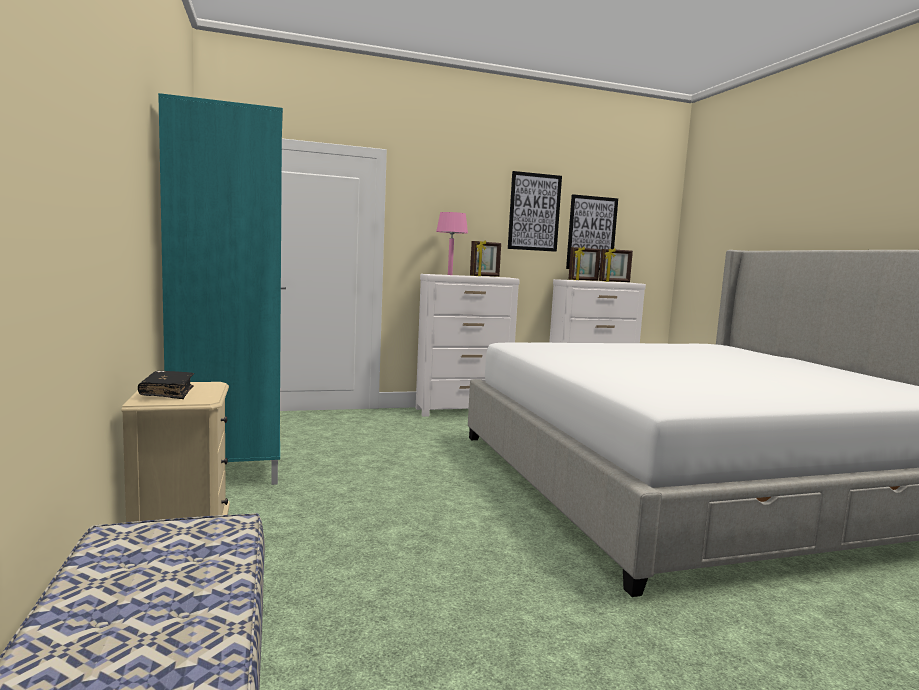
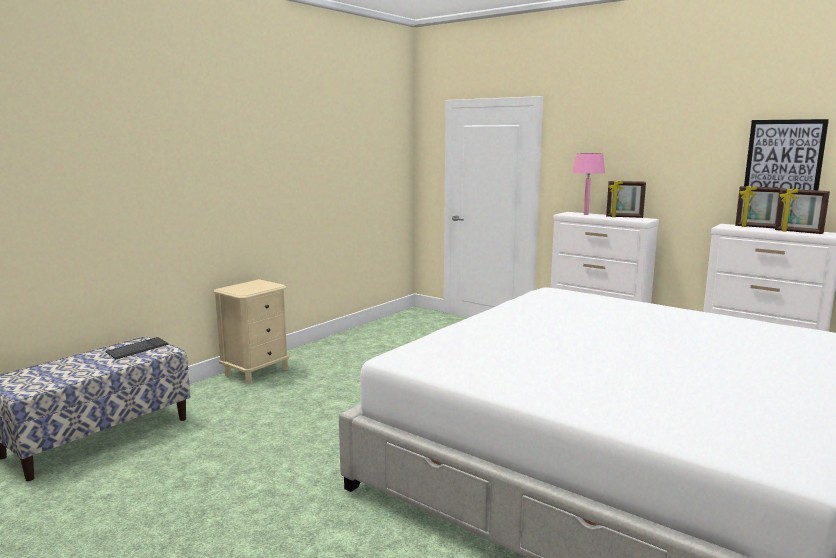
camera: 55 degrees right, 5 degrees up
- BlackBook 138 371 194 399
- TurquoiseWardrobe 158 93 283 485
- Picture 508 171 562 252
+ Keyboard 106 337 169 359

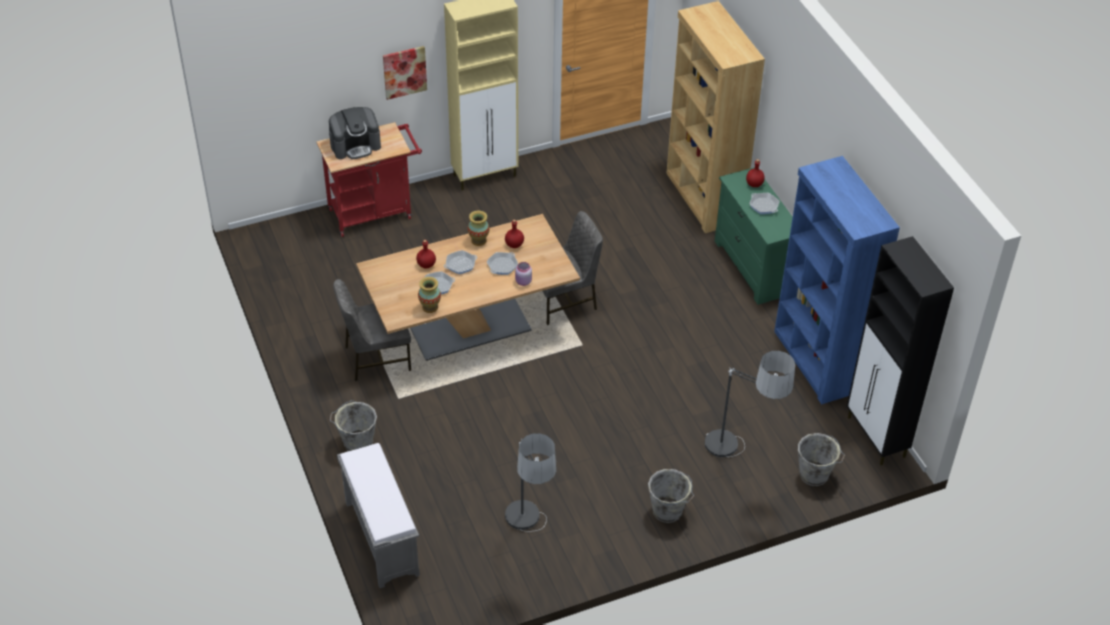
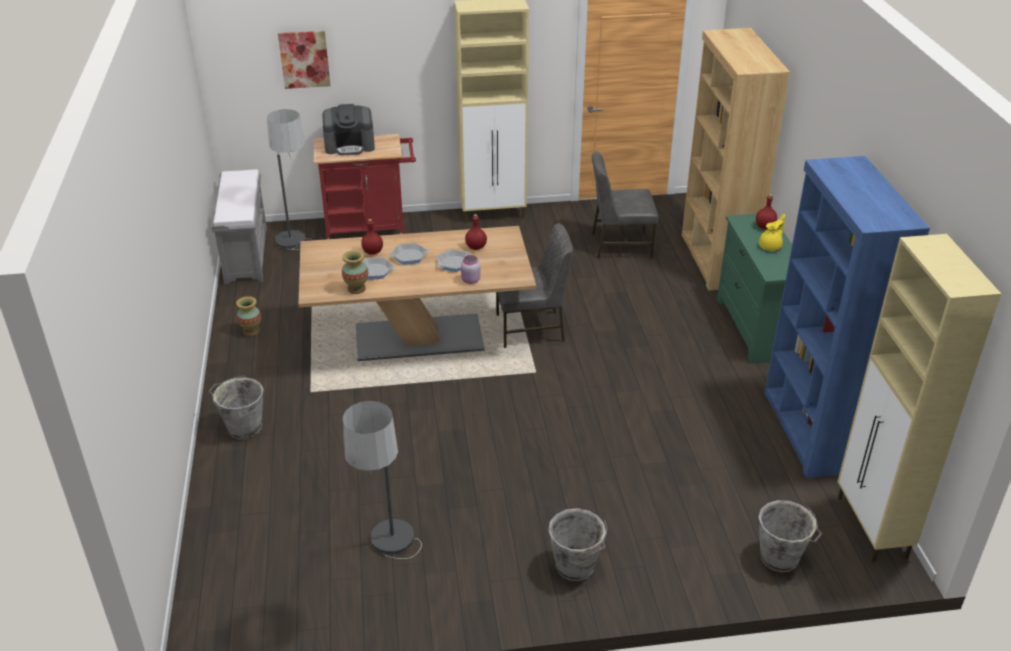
camera: 15 degrees right, 10 degrees down
~ GreyChair 333 279 411 381 to 592 152 659 259
~ GreyBench 337 443 420 588 to 211 169 267 285
~ Picture 383 46 427 100 to 278 31 330 89
~ Vase 468 211 489 246 to 236 296 261 336
~ FloorLamp 705 351 795 457 to 267 109 312 250
~ FryingPan 750 193 780 214 to YellowTeapot 759 214 785 251
~ BlackCabinet 847 236 954 465 to BeigeCabinet 837 234 1001 562

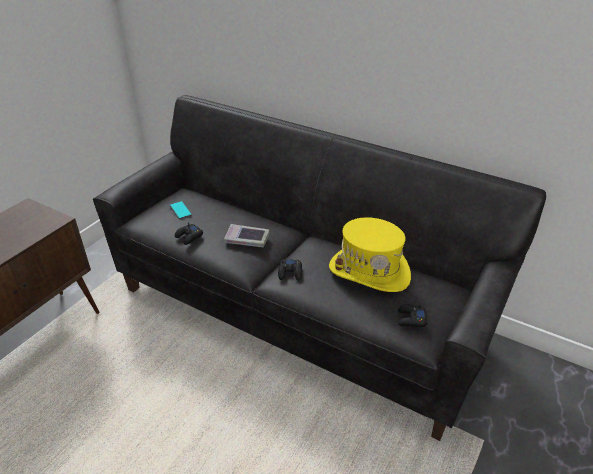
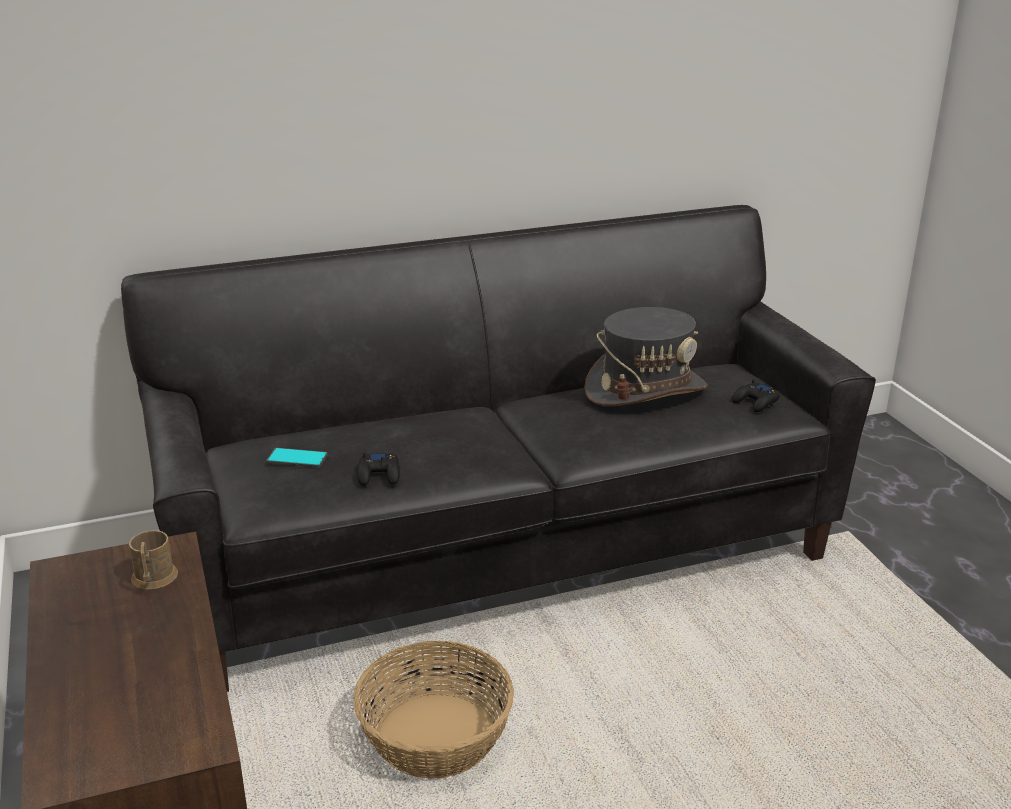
camera: 50 degrees left, 10 degrees down
- Book 224 224 270 247
- BlackGameController 278 259 302 281
~ YellowHat 329 217 411 292 to GreyHat 584 307 707 406
+ BrownMug 129 530 178 589
+ Basket 353 641 514 778

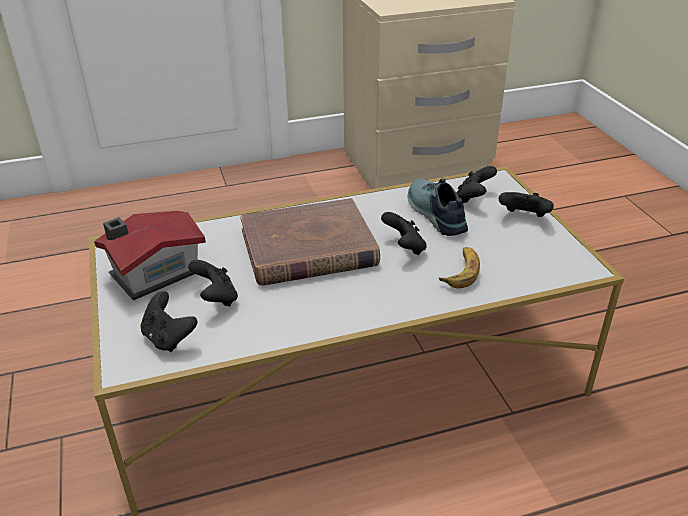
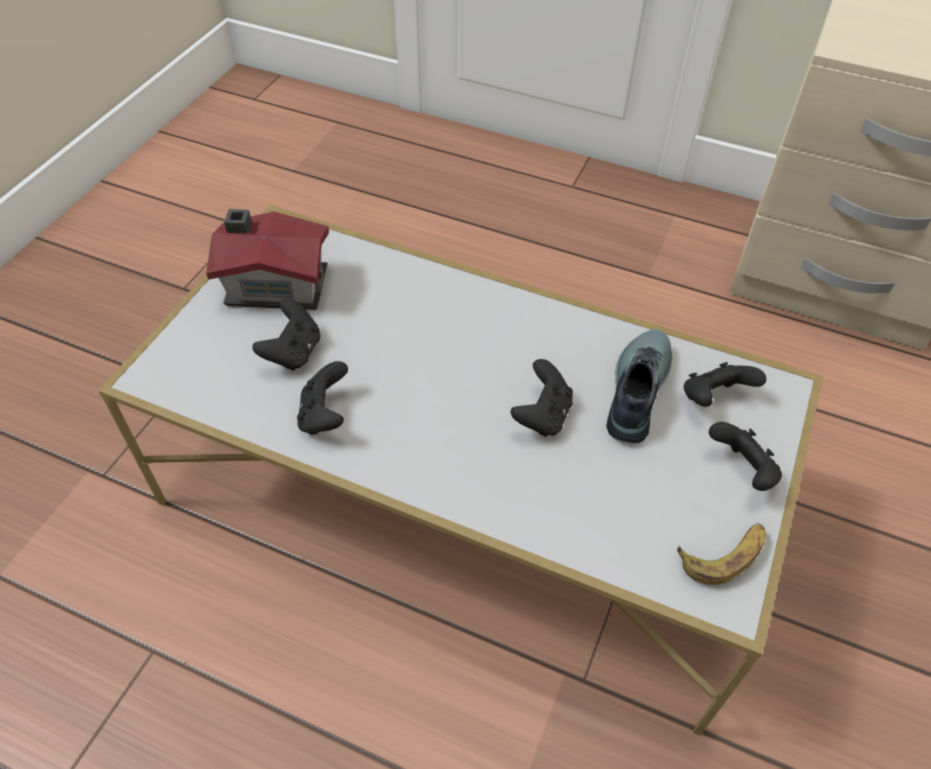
camera: 40 degrees right, 15 degrees up
~ BlackGameController 141 291 197 352 to 297 361 348 435
- BrownBook 240 198 380 286
~ Banana 439 247 480 288 to 677 523 766 585

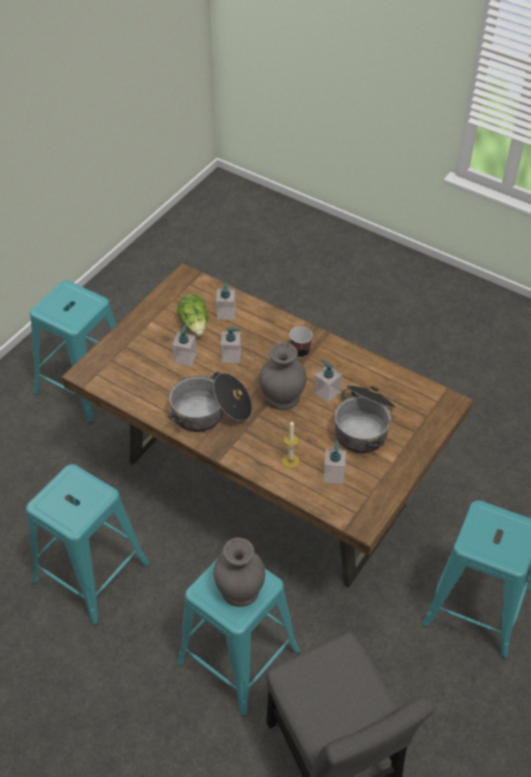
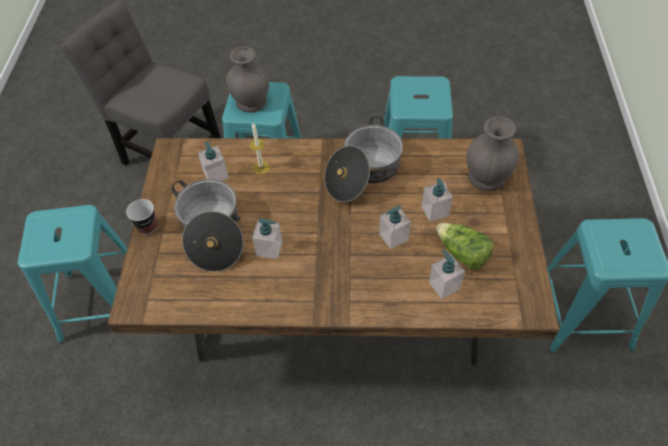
camera: 150 degrees right, 5 degrees up
~ GreyVase 259 343 307 410 to 466 116 519 191
~ Cup 290 326 313 358 to 126 199 157 235

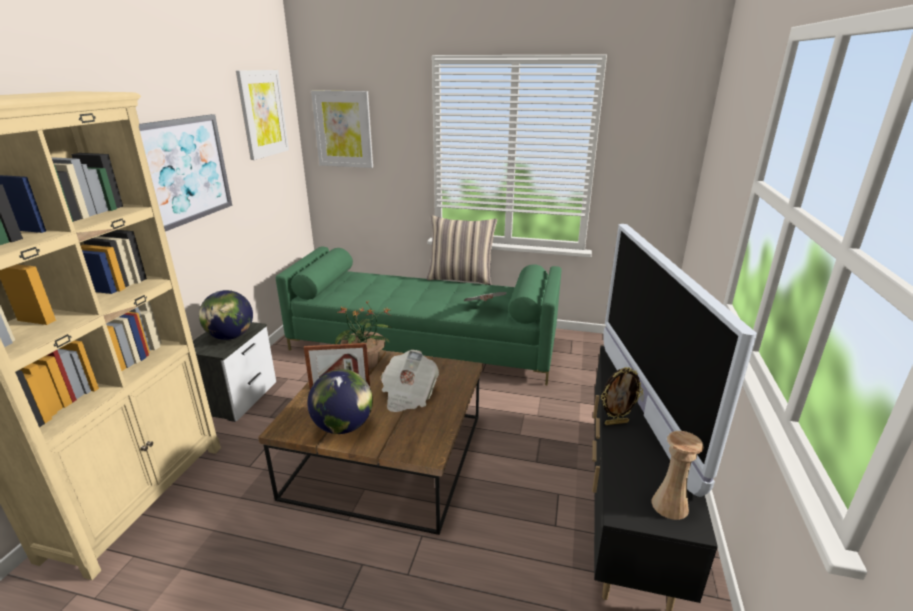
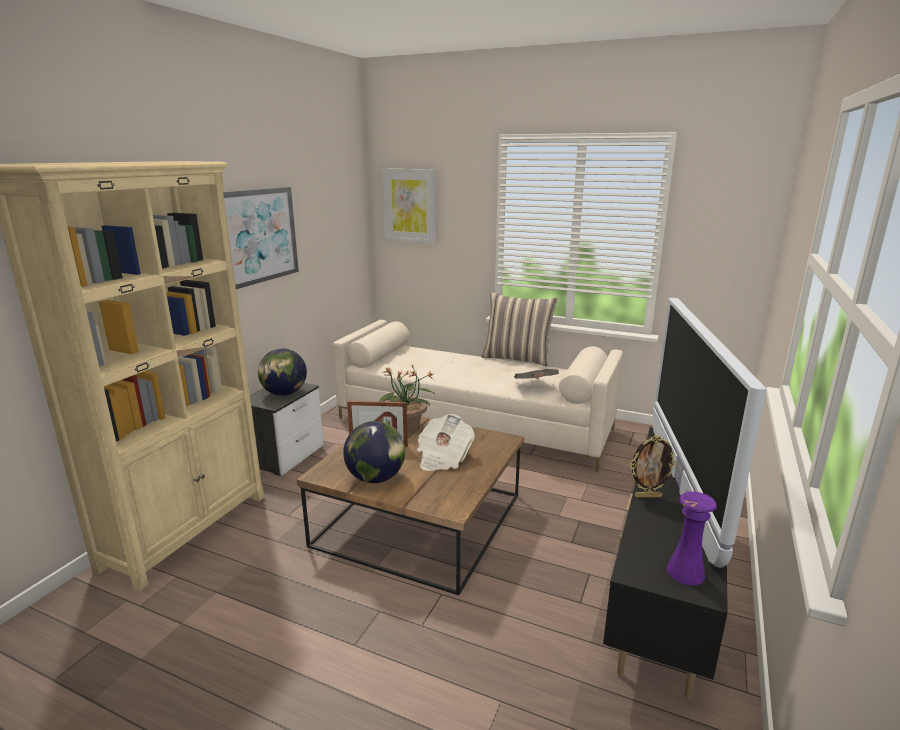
camera: 10 degrees right, 5 degrees down
- Picture 236 70 289 160
~ GreenSofa 276 247 562 385 to BeigeSofa 333 320 623 473
~ BeigeVase 652 431 704 520 to PurpleVase 666 491 717 586

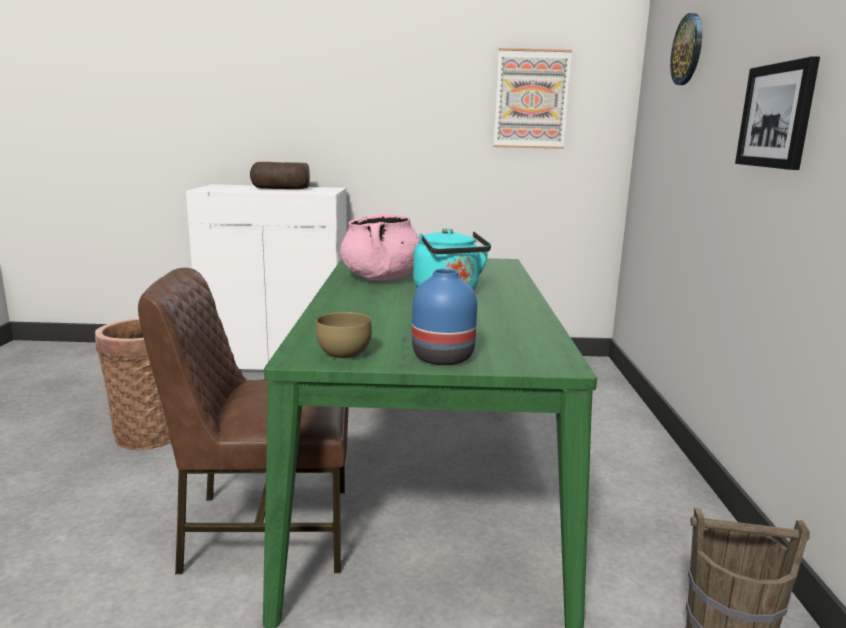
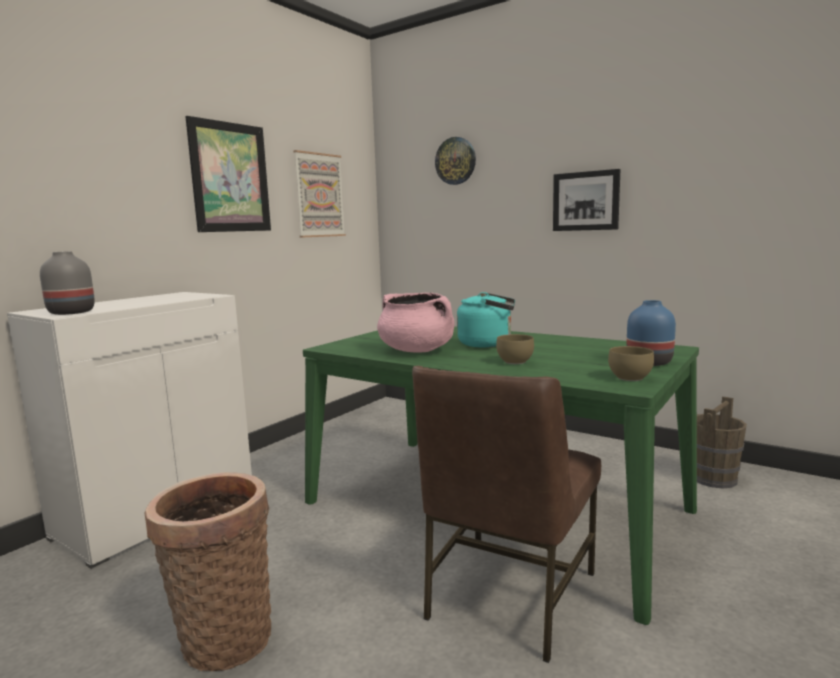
camera: 55 degrees left, 5 degrees down
- Bread 250 162 310 189
+ GreyVase 40 251 95 315
+ Picture 185 116 271 232
+ BrownBowl 496 334 534 364

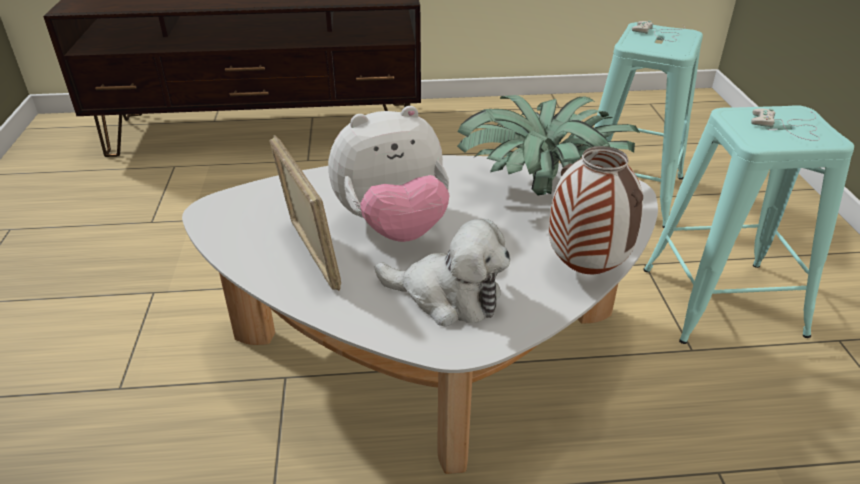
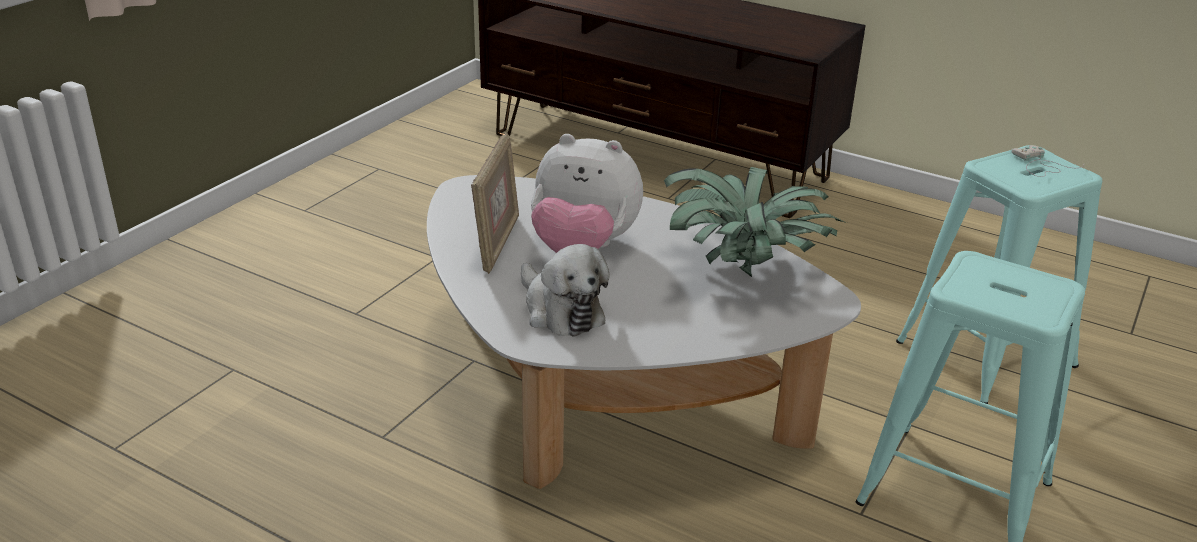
camera: 35 degrees right, 5 degrees down
- Vase 549 146 643 275
- WhiteGameController 751 108 820 141

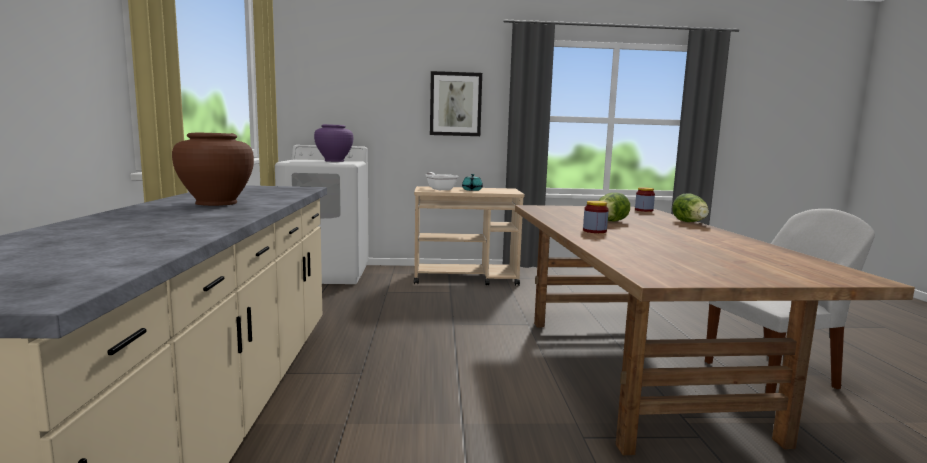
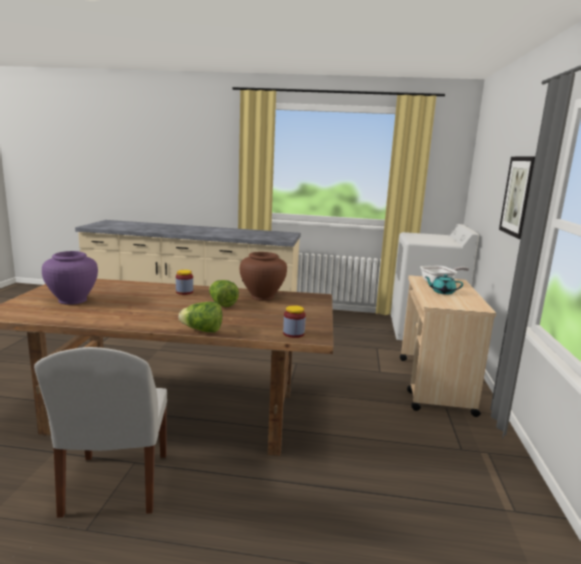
camera: 100 degrees right, 5 degrees up
~ BrownVase 172 133 254 206 to 240 252 287 301
~ PurpleVase 314 124 353 162 to 42 251 98 305

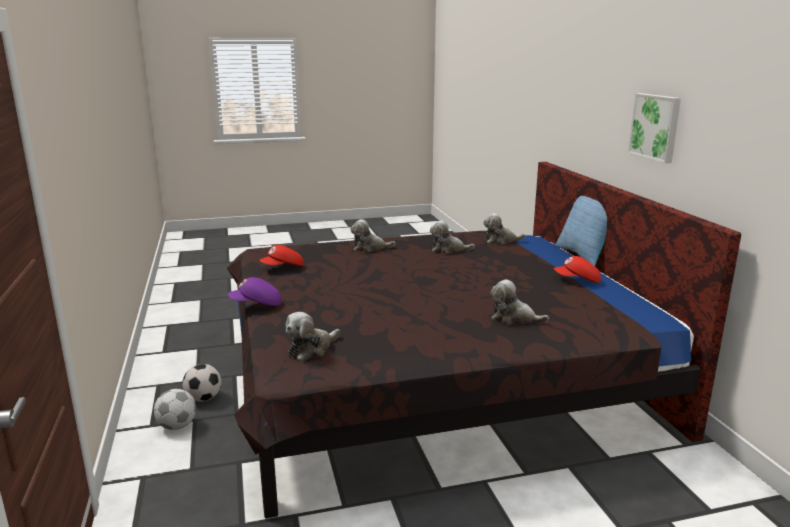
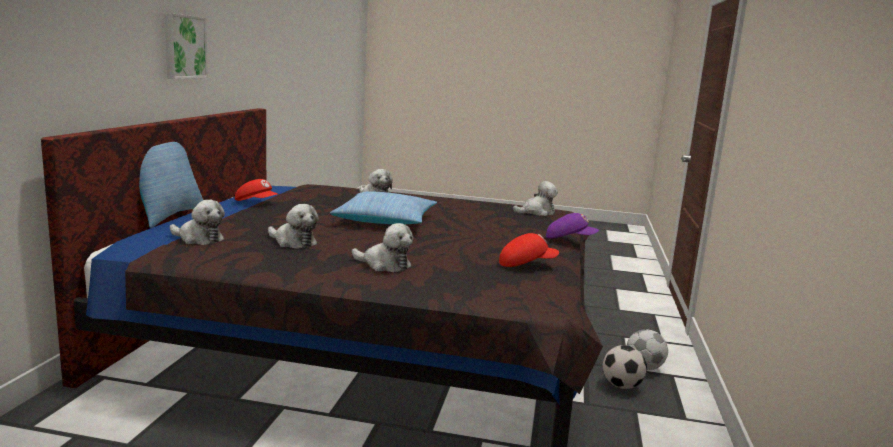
camera: 155 degrees left, 5 degrees down
+ Pillow 330 191 437 224

